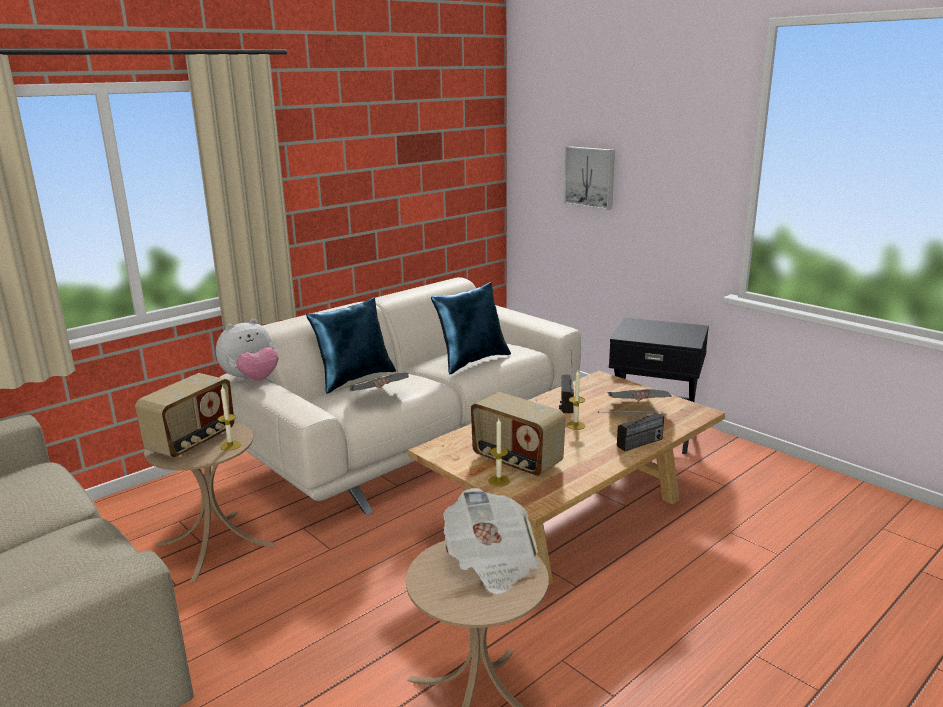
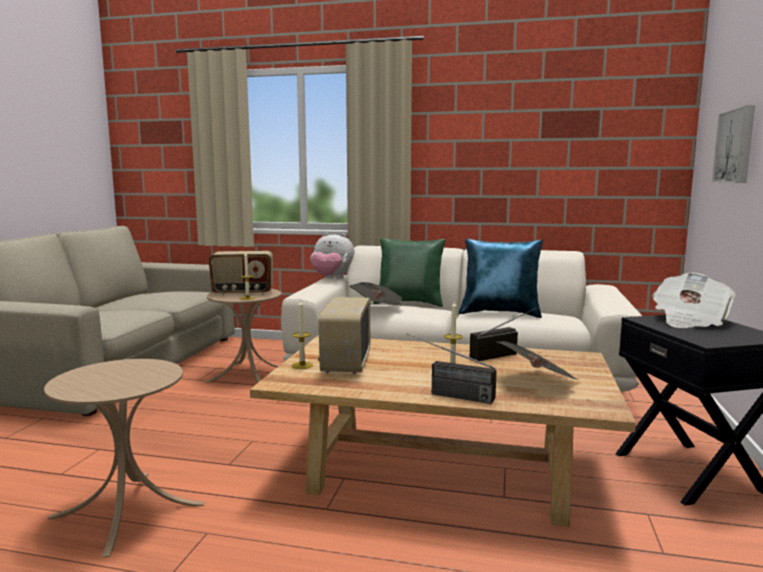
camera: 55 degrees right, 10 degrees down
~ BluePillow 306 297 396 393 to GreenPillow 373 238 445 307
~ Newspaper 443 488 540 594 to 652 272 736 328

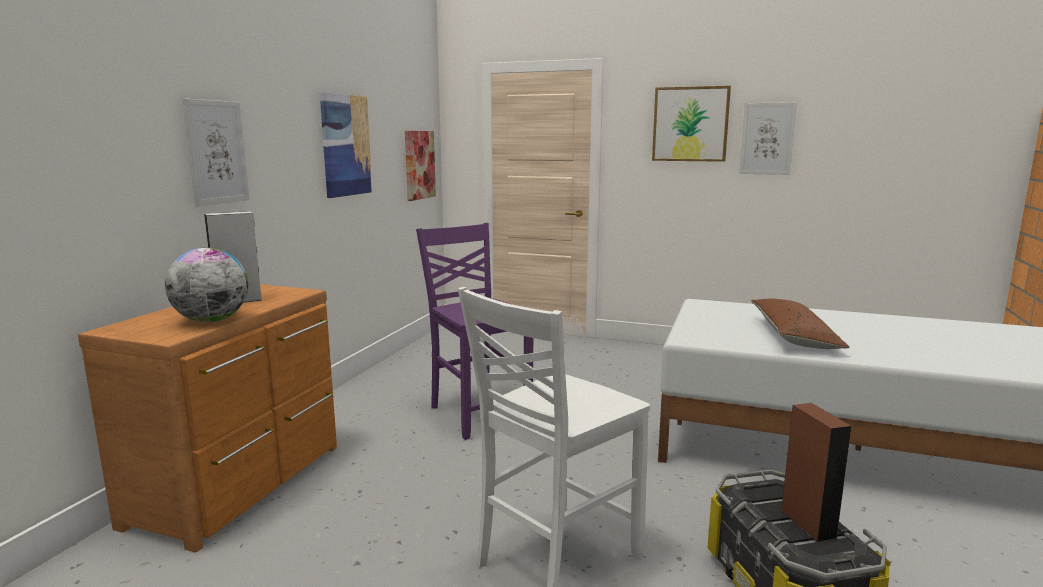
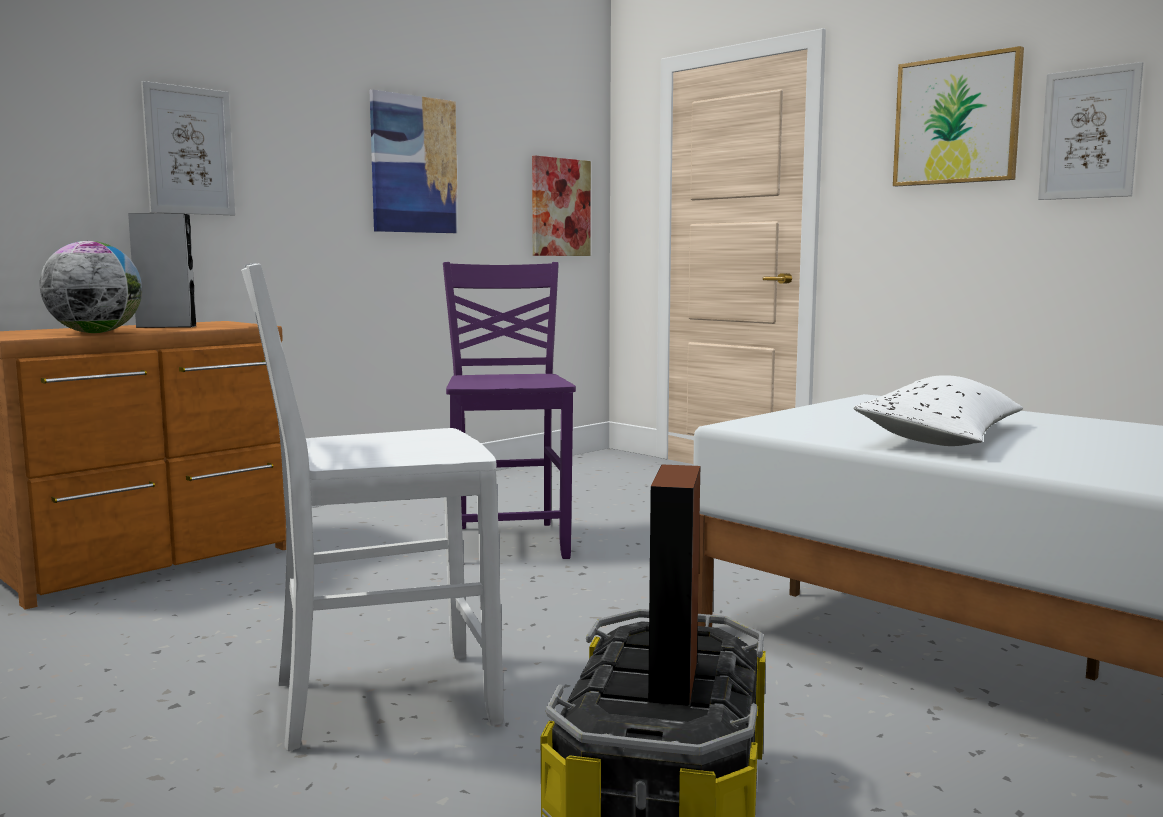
camera: 25 degrees right, 5 degrees down
~ BrownPillow 751 299 850 349 to WhitePillow 853 375 1023 446

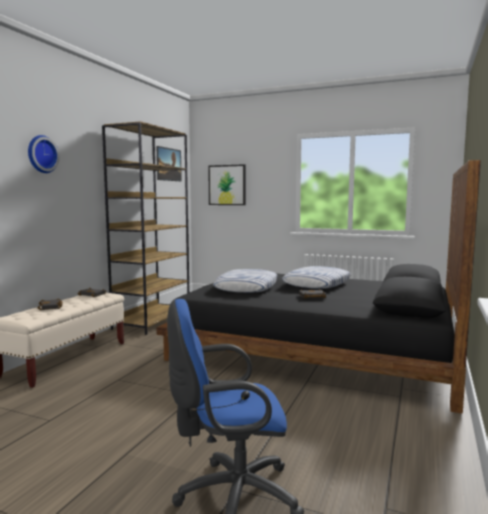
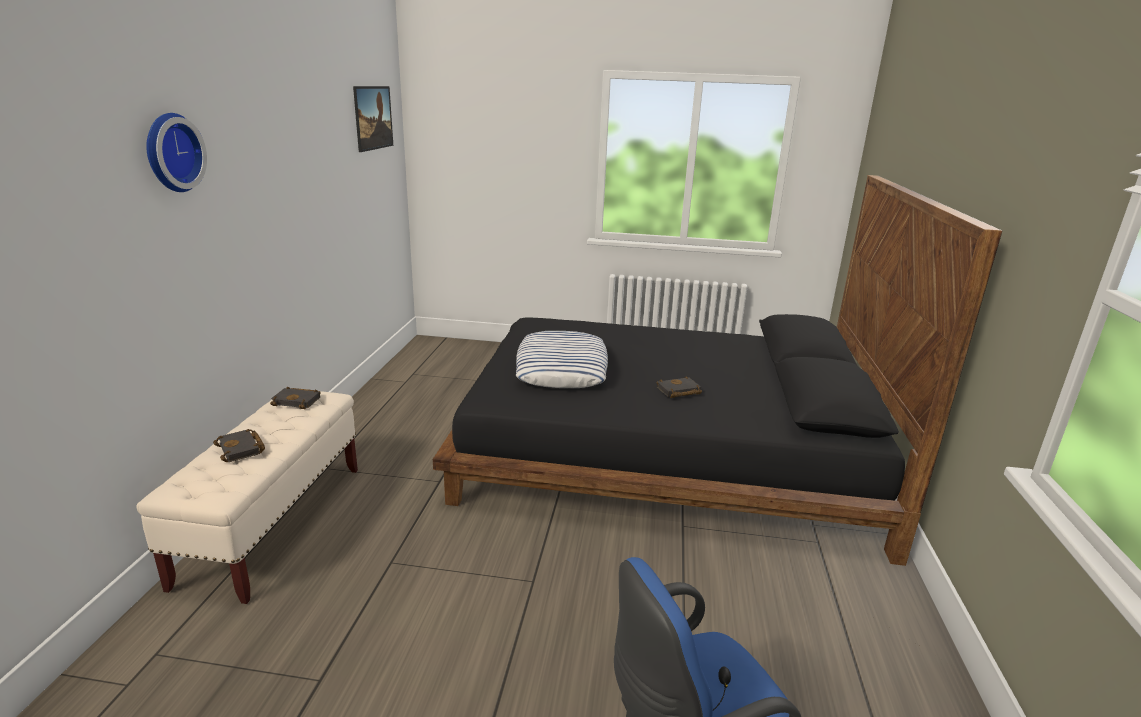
camera: 15 degrees left, 15 degrees up
- BrownBookcase 102 121 189 335
- Picture 208 164 246 205
- Pillow 282 266 351 289

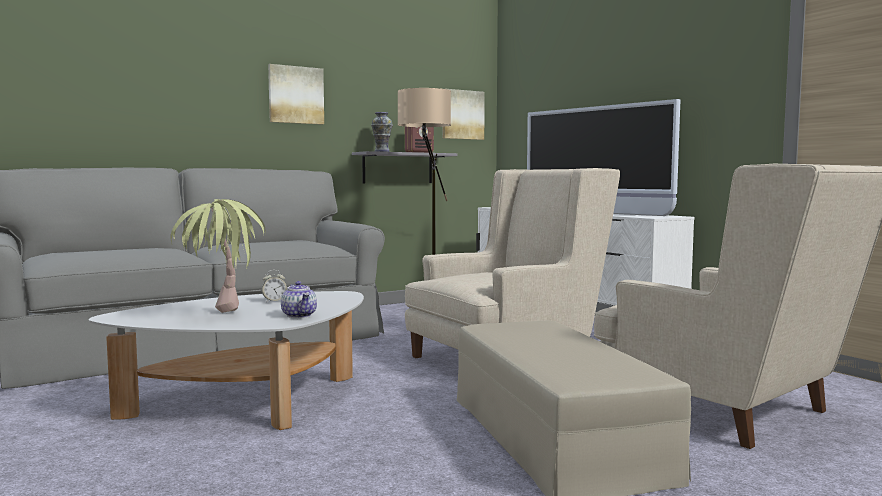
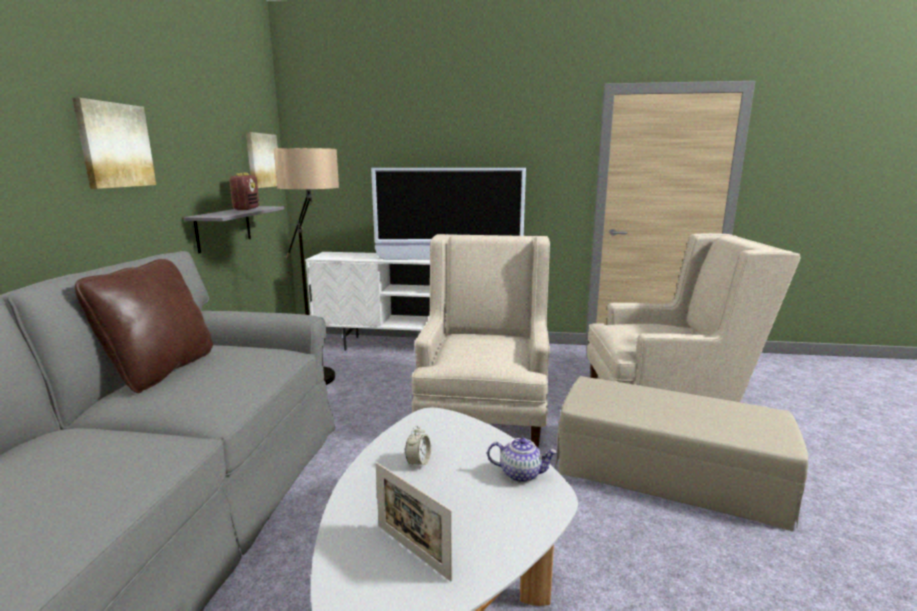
camera: 50 degrees left, 10 degrees up
- PottedPlant 170 199 266 313
- Vase 371 112 393 152
+ BrownPillow 75 259 213 393
+ PictureFrame 376 462 452 581

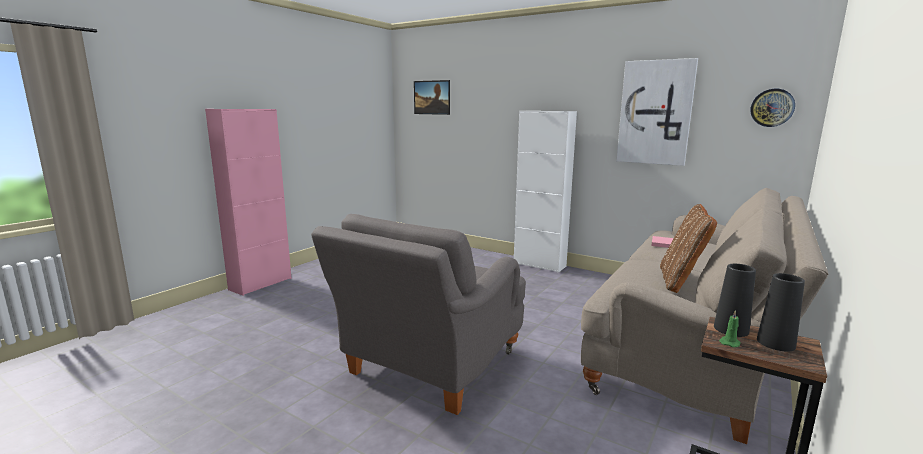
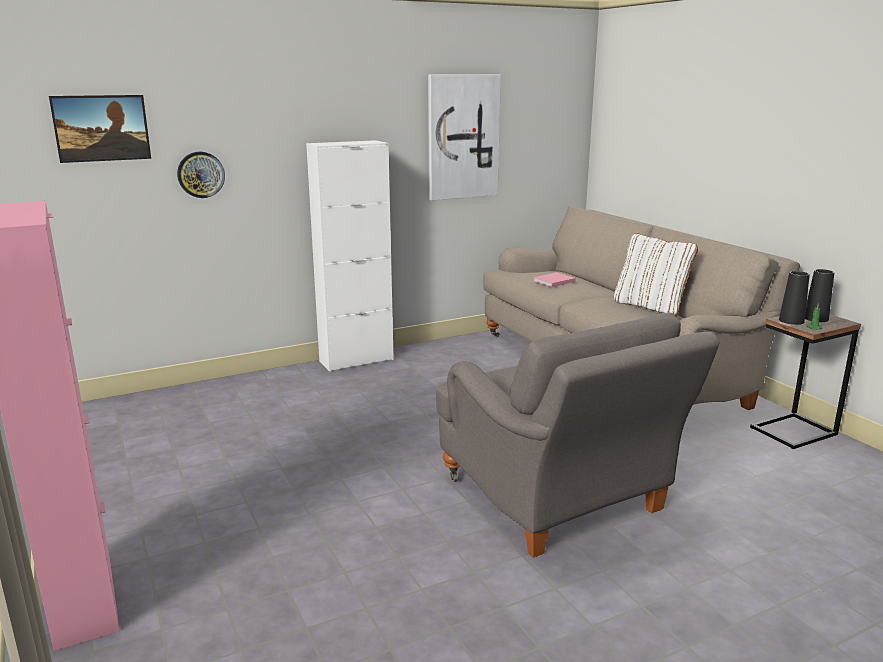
camera: 60 degrees left, 5 degrees up
~ BrownPillow 660 204 717 293 to WhitePillow 614 233 698 317
~ WallClock 750 89 795 127 to 177 152 225 198

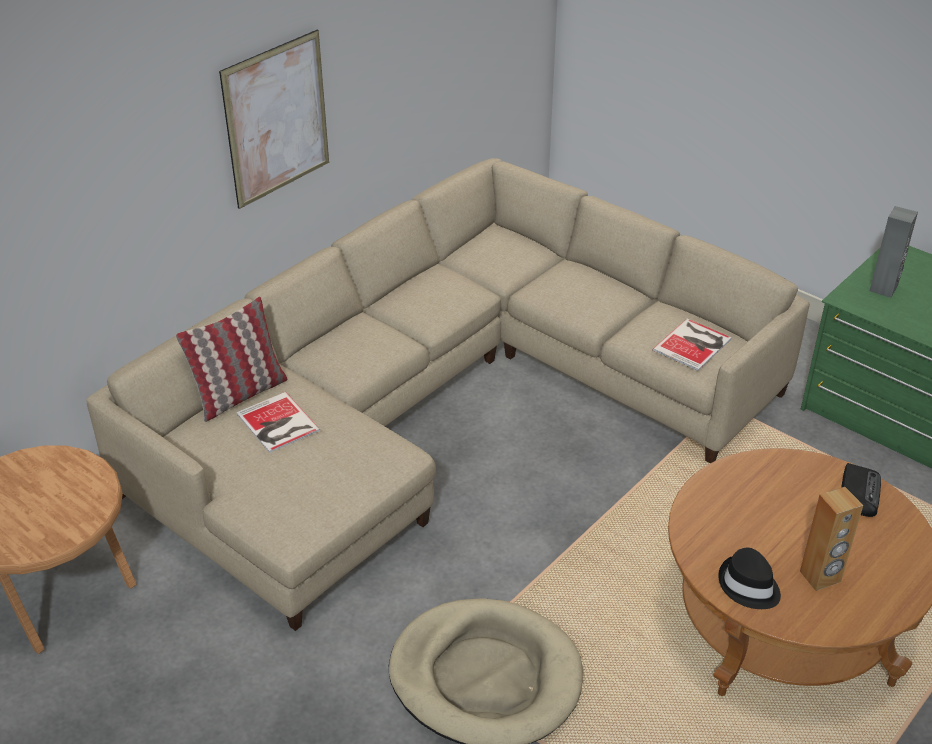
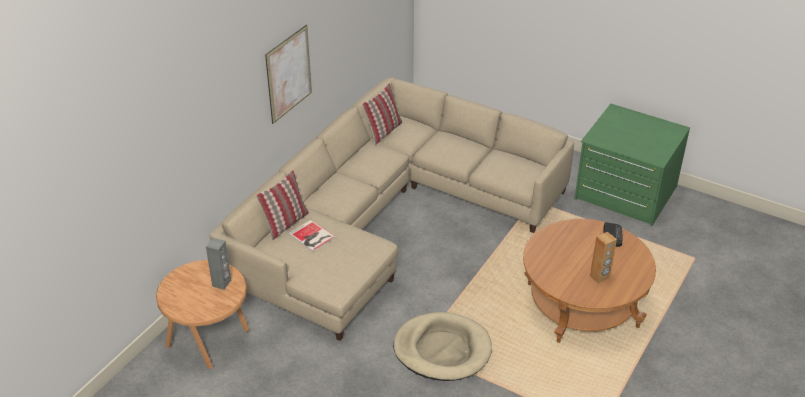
camera: 10 degrees left, 0 degrees up
- Book 653 319 731 371
- BlackHat 718 548 781 609
~ GreySpeaker 869 206 918 298 to 206 238 231 290
+ Pillow 362 83 402 145

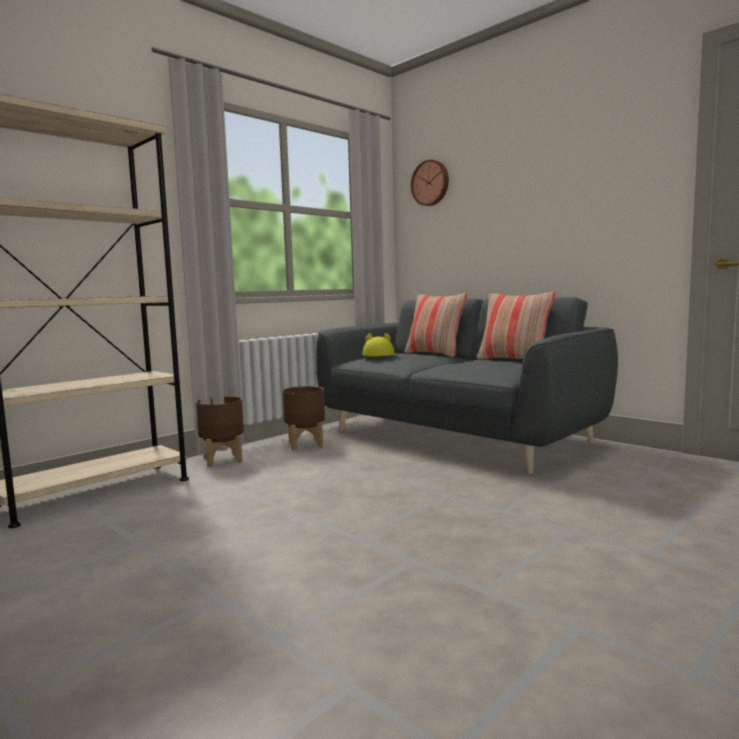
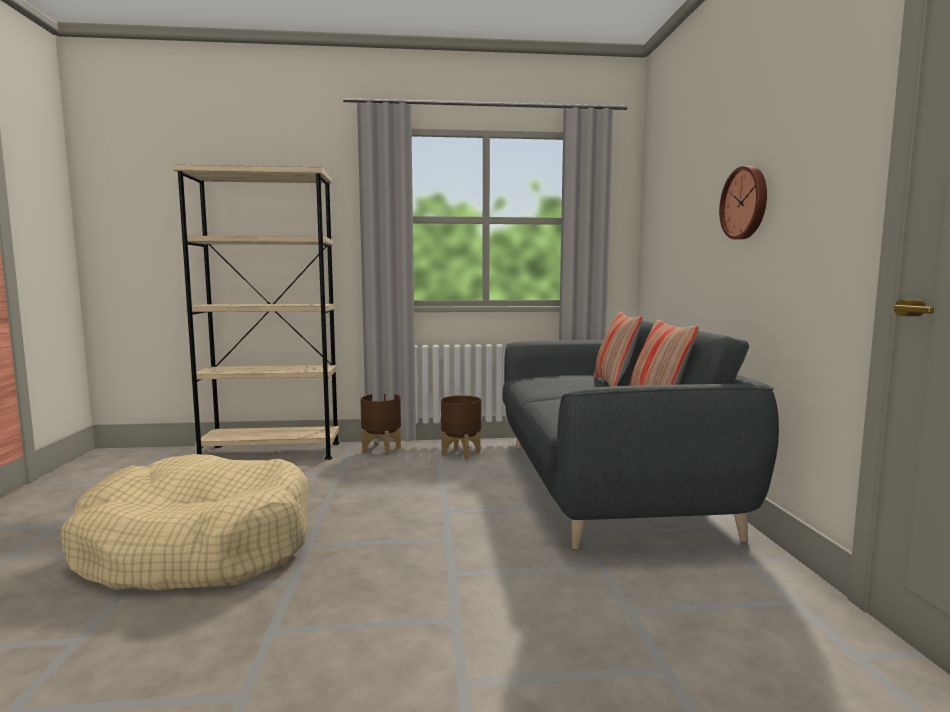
camera: 40 degrees right, 0 degrees up
- YellowHat 362 333 395 356
~ WallClock 411 159 449 206 to 719 166 767 240
+ BeigeDogBed 61 454 308 591

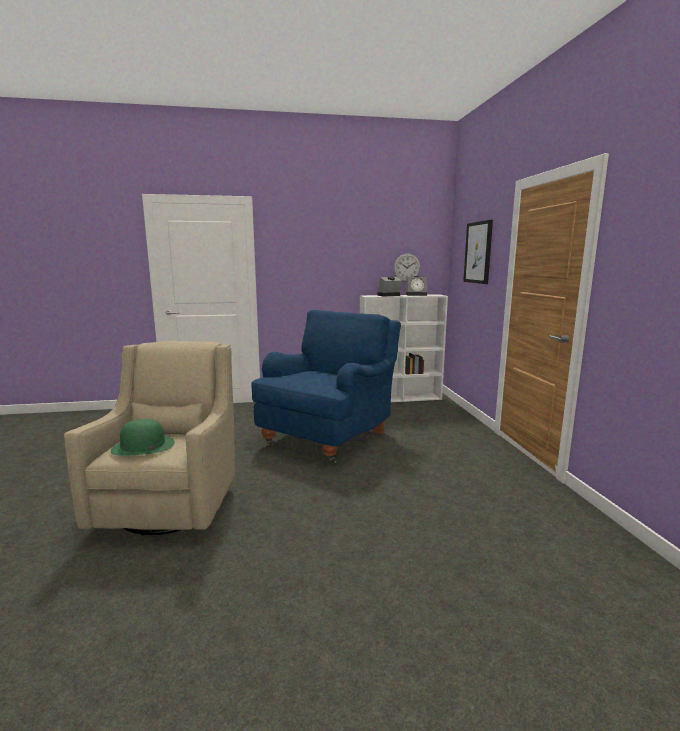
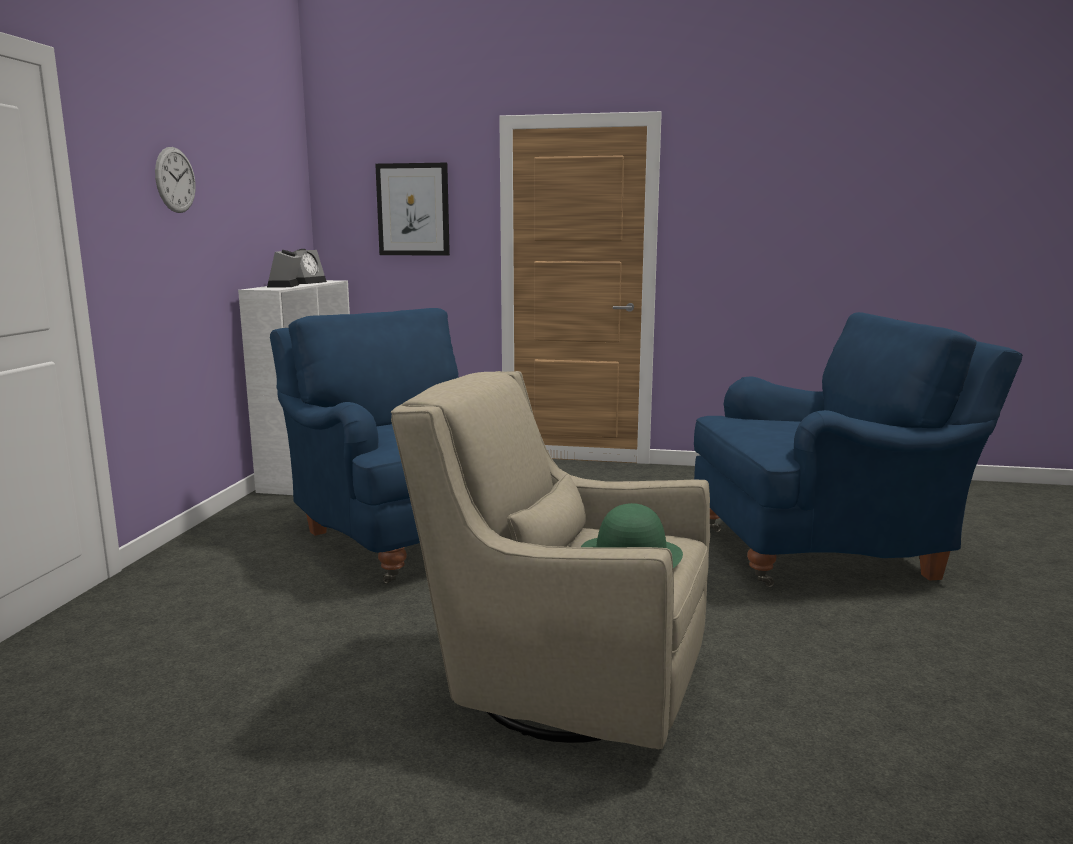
camera: 70 degrees left, 0 degrees up
~ WallClock 394 254 420 282 to 155 147 196 213
+ BlueArmchair 694 312 1023 587

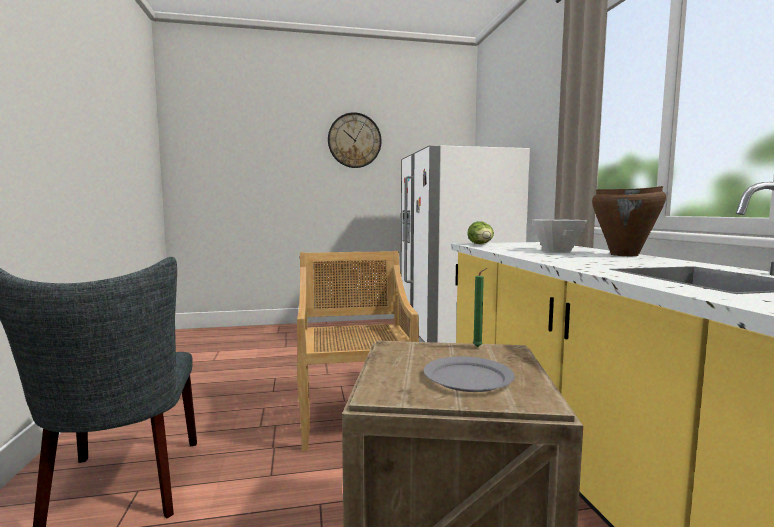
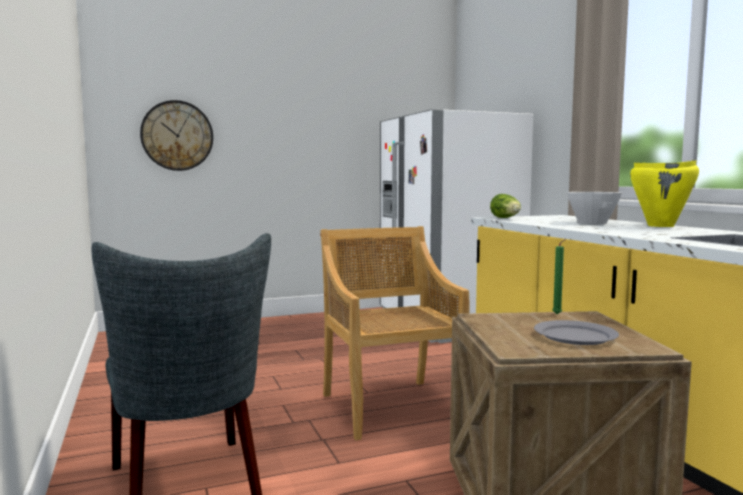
camera: 10 degrees left, 0 degrees up
~ WallClock 328 112 382 168 to 140 100 213 171
~ BrownCookingPot 592 186 666 256 to YellowCookingPot 630 160 699 227

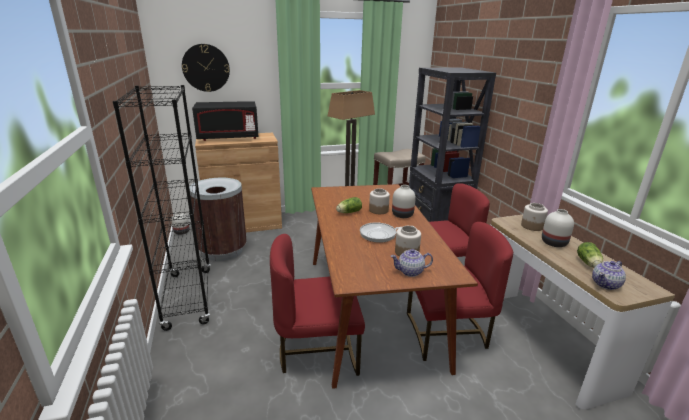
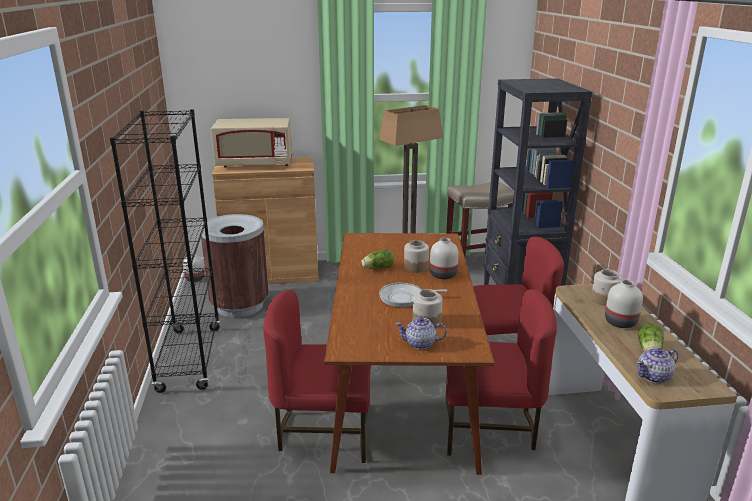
camera: 10 degrees right, 0 degrees up
- WallClock 182 44 230 92
~ BlackMicrowave 192 101 258 141 to BeigeMicrowave 211 118 292 167

